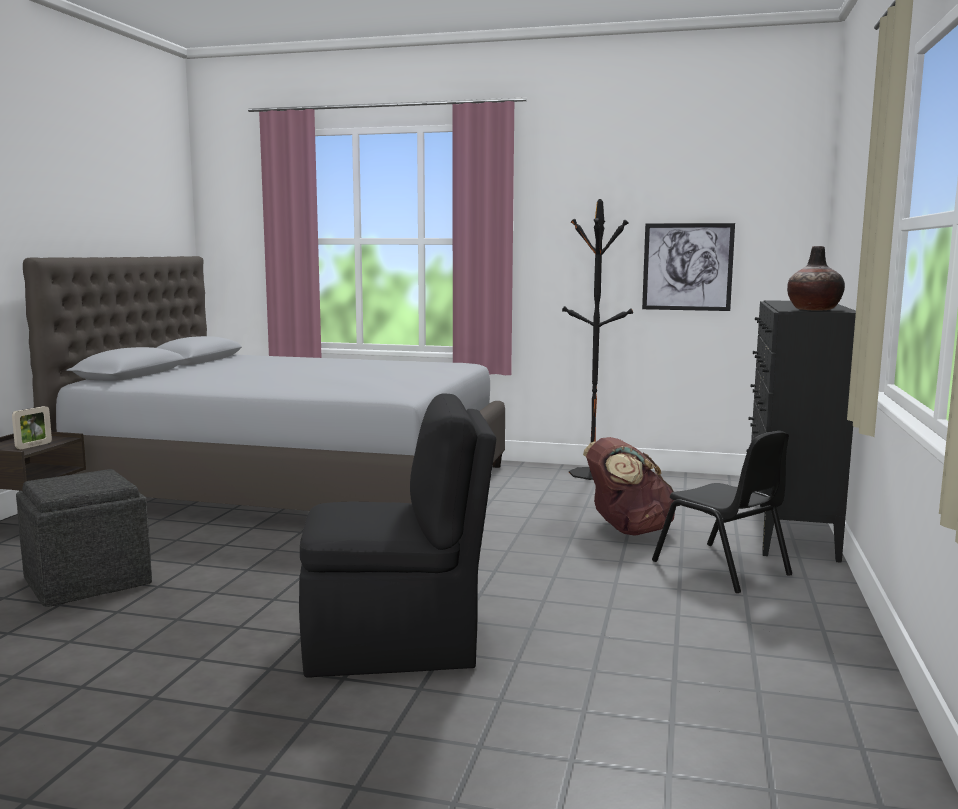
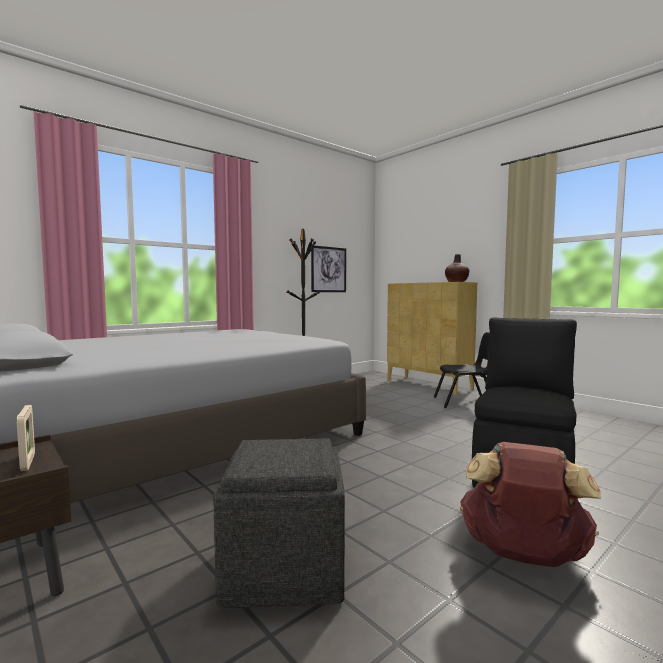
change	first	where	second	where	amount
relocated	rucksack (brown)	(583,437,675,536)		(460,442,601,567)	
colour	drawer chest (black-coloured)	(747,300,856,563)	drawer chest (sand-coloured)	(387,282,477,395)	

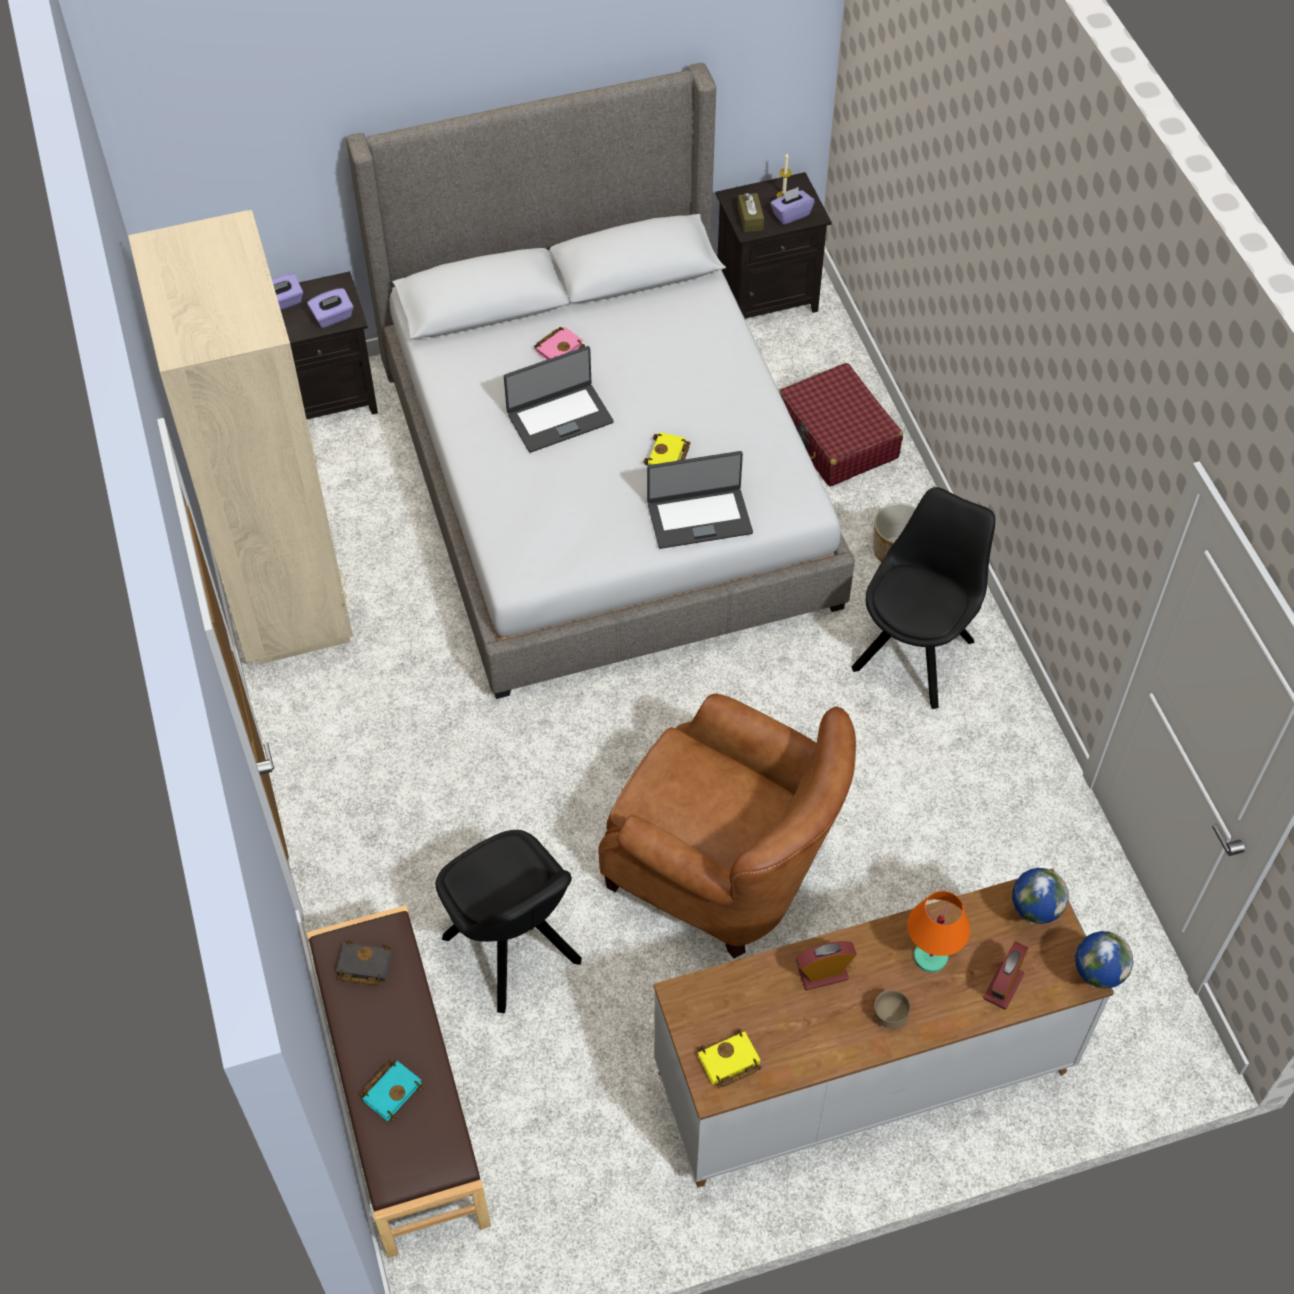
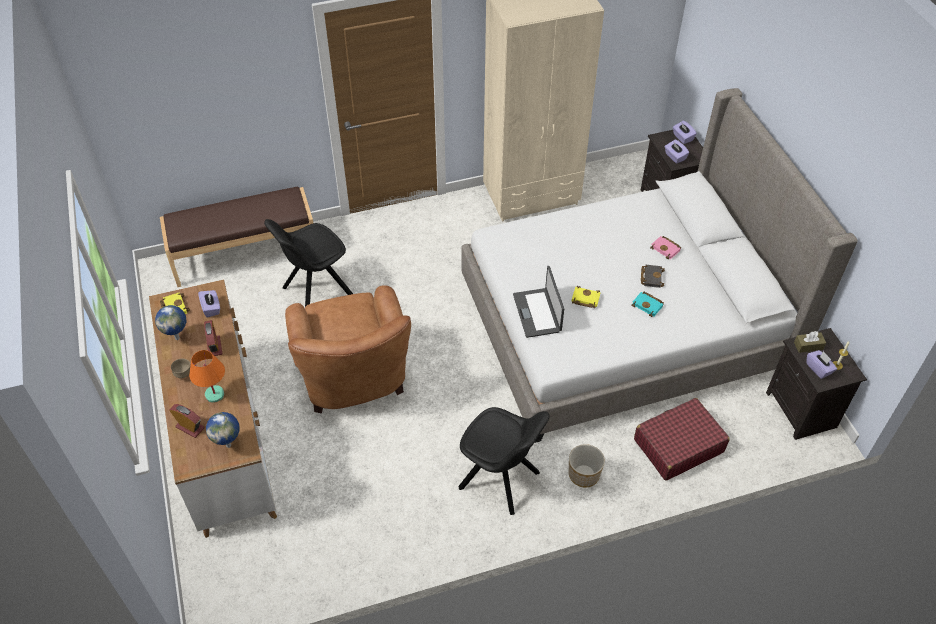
change	first	where	second	where	amount
missing	notebook computer	(504,346,614,453)			
appeared			box of tissues (purple)	(198,290,220,317)	
relocated	bound book (black-coloured)	(336,939,392,986)		(641,265,665,288)	
relocated	bound book (turquoise)	(360,1060,424,1122)		(632,292,664,317)	
relocated	desk globe	(1075,931,1133,989)		(155,305,186,340)	
spun	easy chair (brown)	(598,694,856,959)		(285,285,411,414)	45 degrees counterclockwise

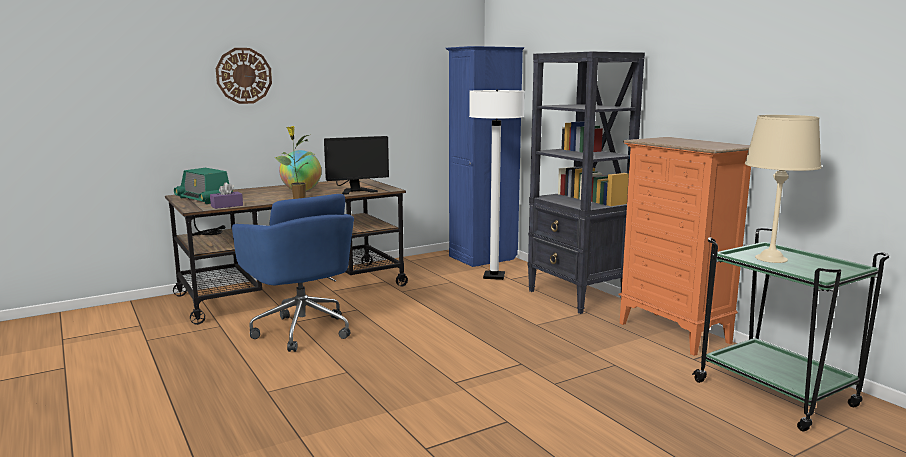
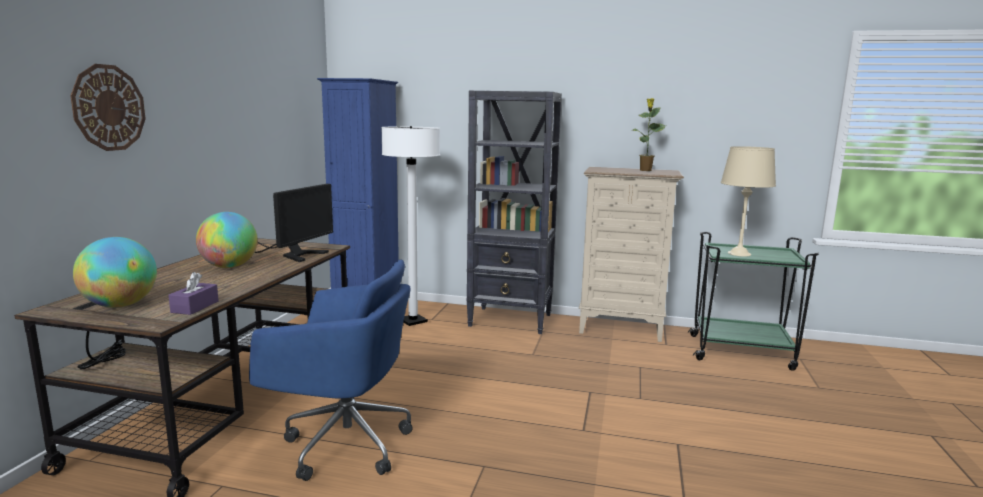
change	first	where	second	where	amount
relocated	plant in a pot	(274,126,314,199)		(632,98,666,171)	
exchanged	radio receiver	(174,168,233,204)	desk globe	(73,237,157,308)	
colour	drawer chest (orangey)	(618,137,751,356)	drawer chest (sand-coloured)	(579,167,684,342)	

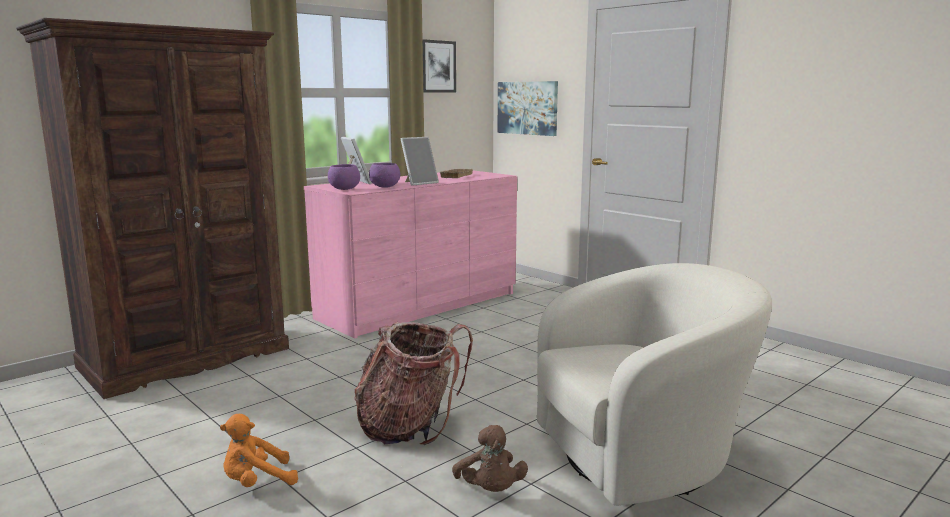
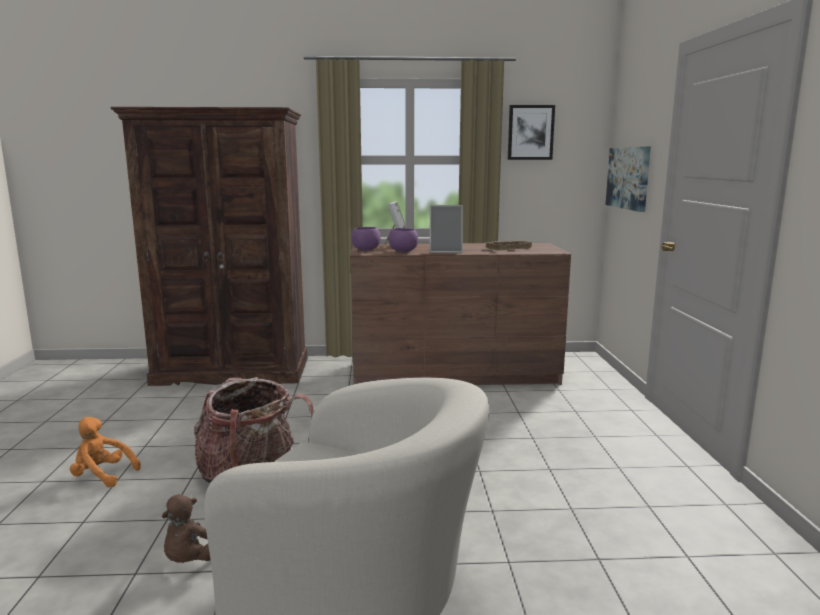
change	first	where	second	where	amount
colour	drawer chest (pinkish)	(304,170,517,338)	drawer chest (brown)	(350,243,572,385)	

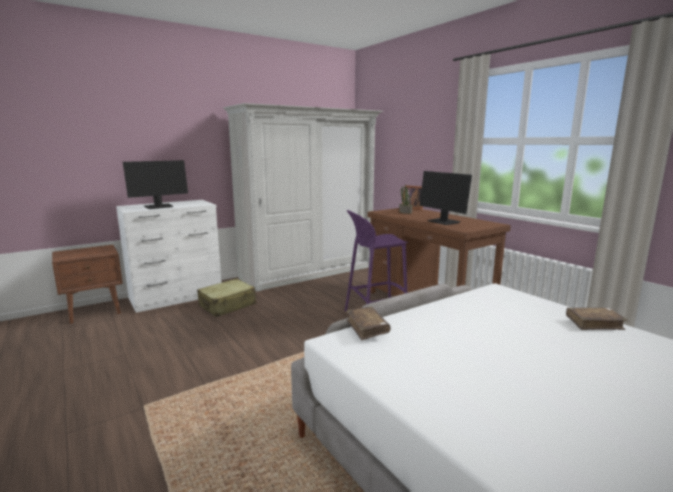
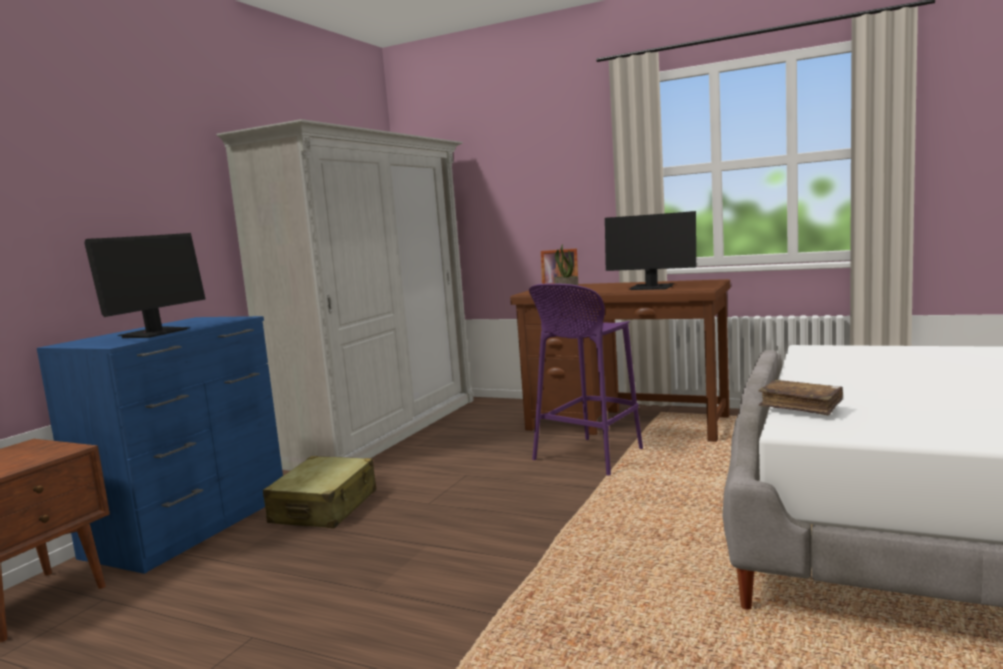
change	first	where	second	where	amount
missing	bound book (brown)	(566,308,628,330)			
colour	drawer chest (whitish)	(116,200,222,313)	drawer chest (blue)	(37,316,283,574)	

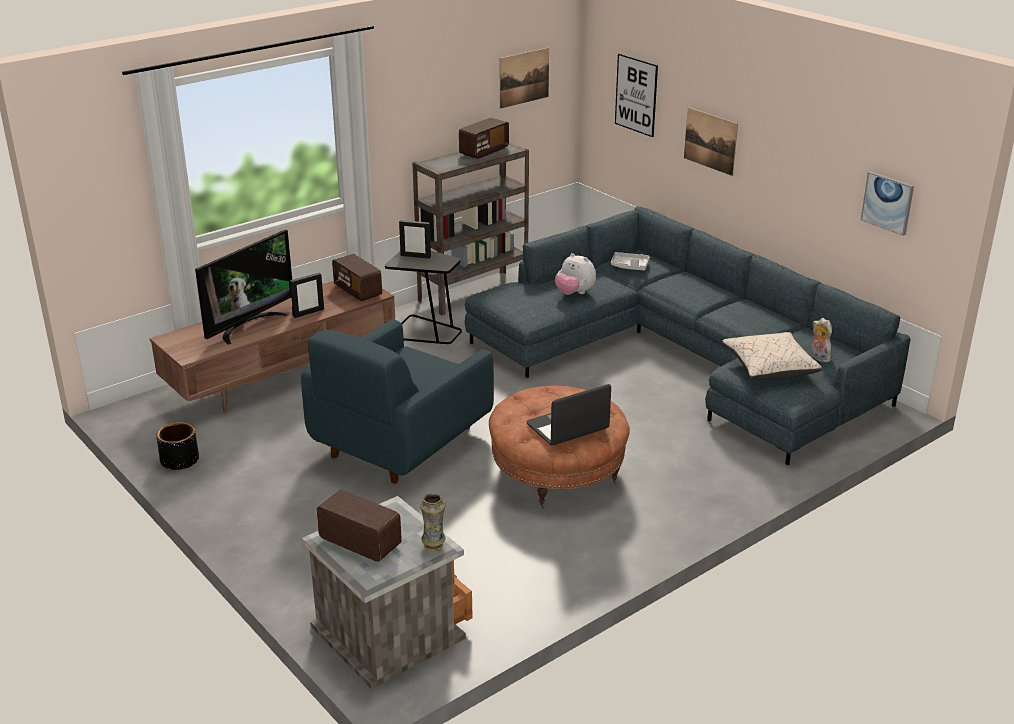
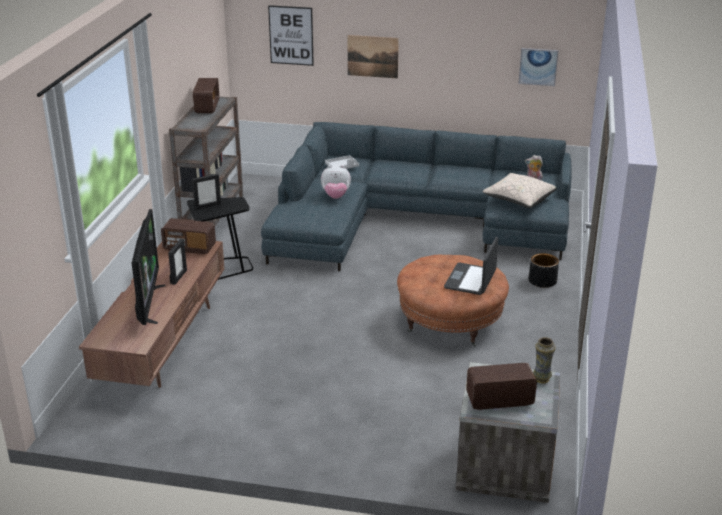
change	first	where	second	where	amount
missing	easy chair (blue)	(301,319,494,484)			
missing	picture	(500,48,549,109)			
relocated	plant pot (black-coloured)	(156,423,199,470)		(529,253,559,288)	

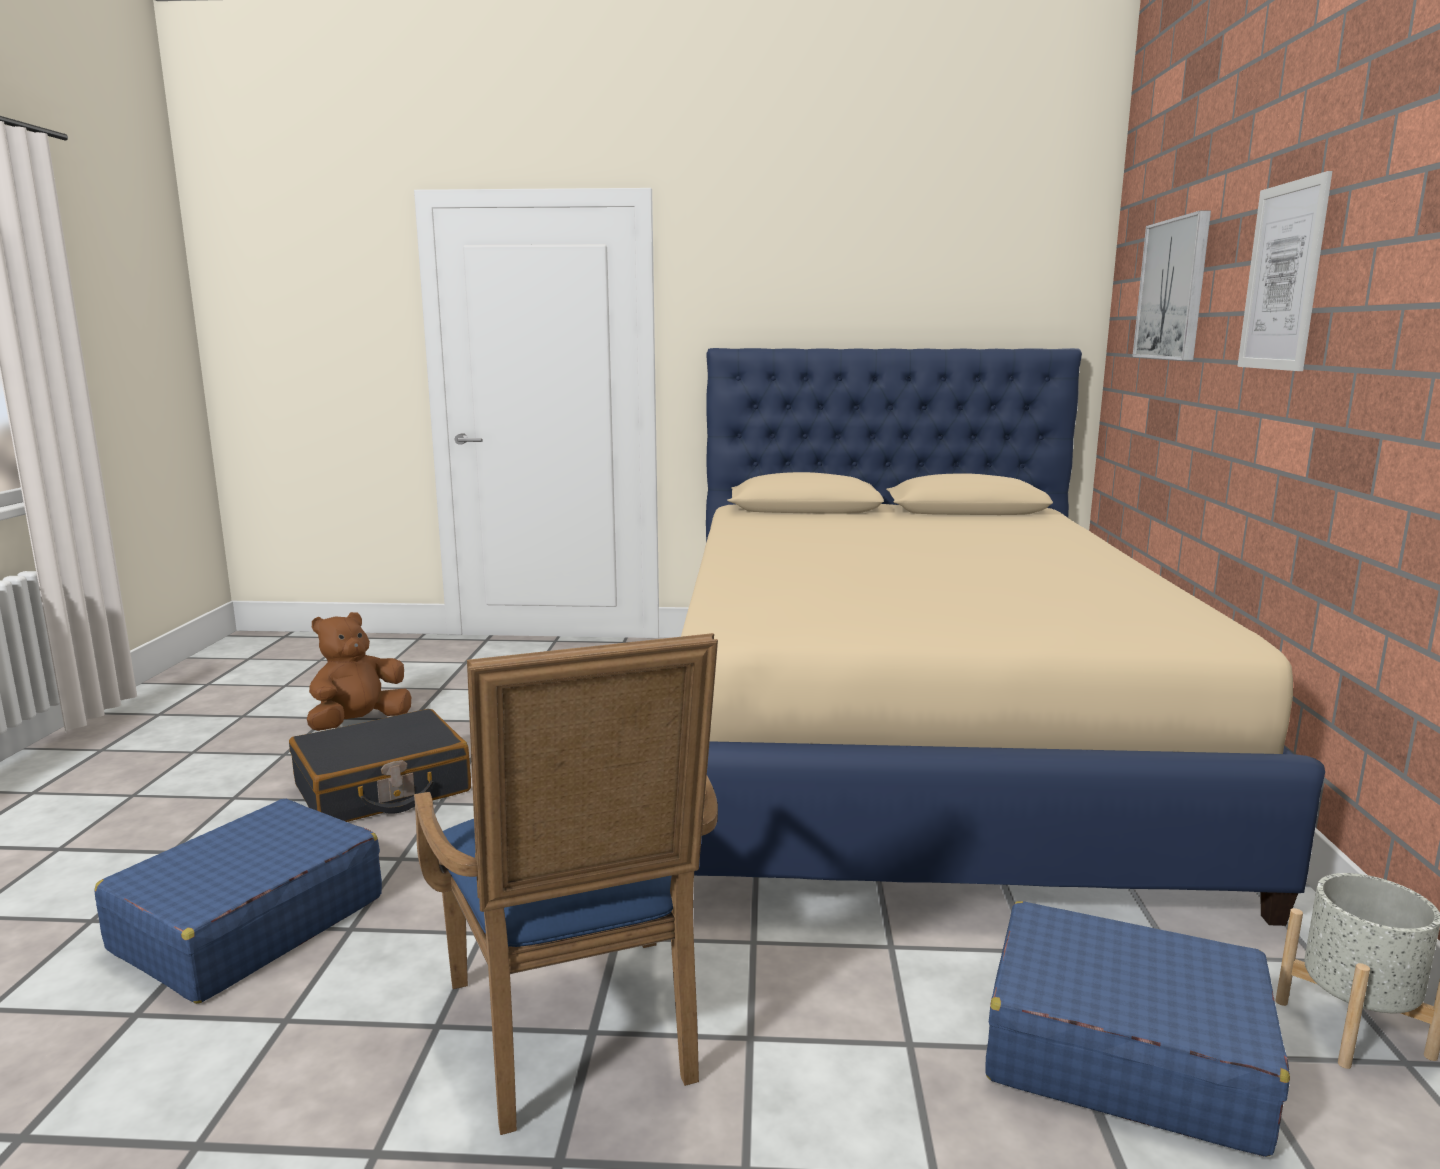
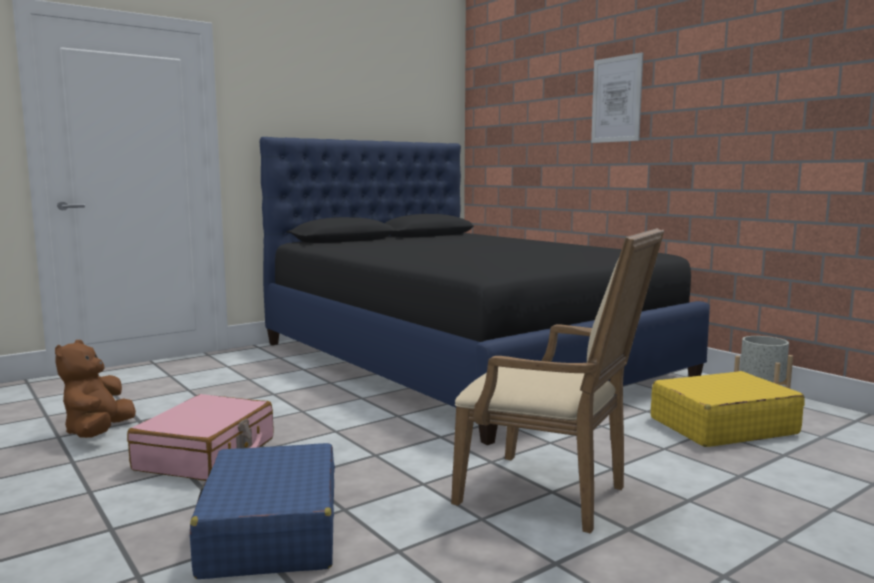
change	first	where	second	where	amount
missing	picture	(1132,210,1211,360)			
colour	piece of luggage (black-coloured)	(289,709,471,822)	piece of luggage (pinkish)	(127,394,273,481)	
colour	easy chair (blue)	(414,633,718,1135)	easy chair (sand-coloured)	(451,228,664,534)	
colour	bedroom bed (sand-coloured)	(681,348,1325,926)	bedroom bed (black-coloured)	(260,137,710,445)	
colour	piece of luggage (blue)	(985,901,1290,1157)	piece of luggage (yellow-coloured)	(651,371,805,447)	

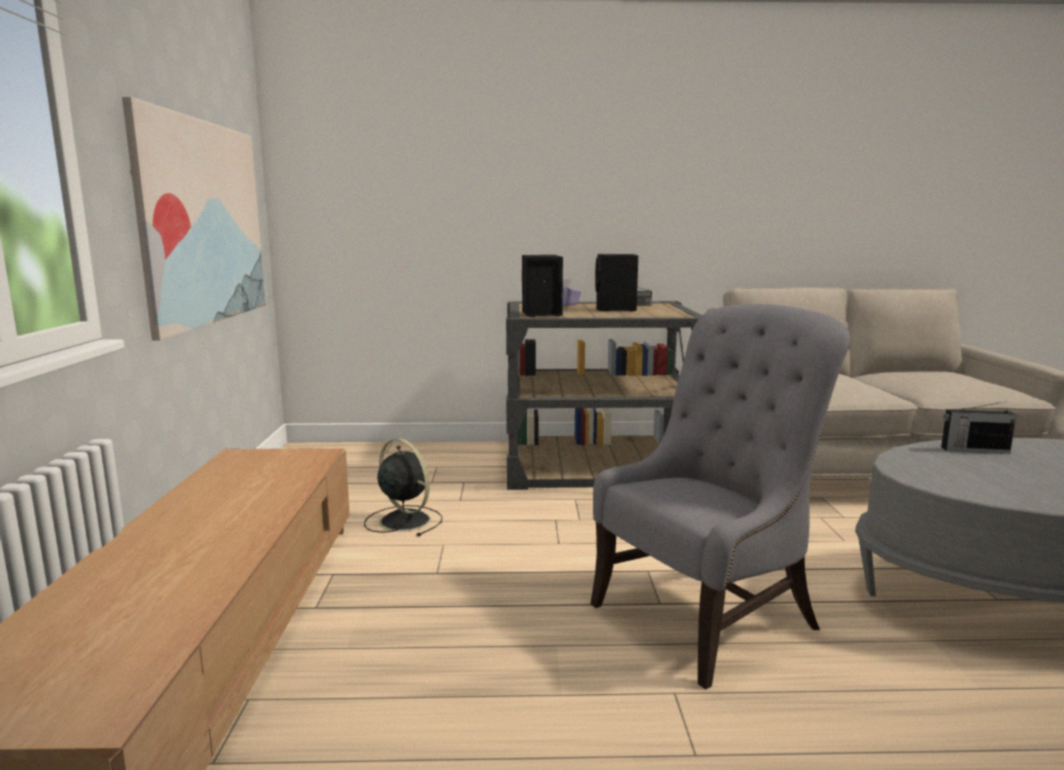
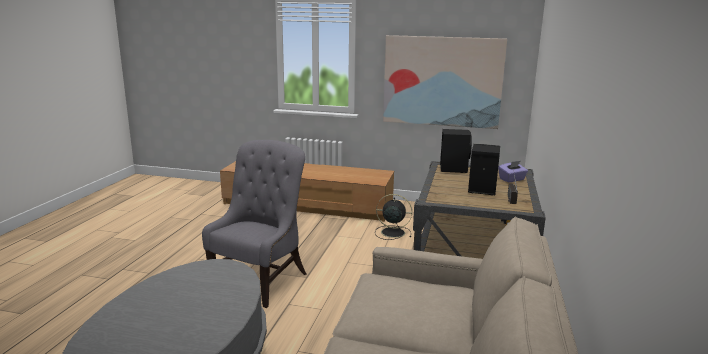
change	first	where	second	where	amount
missing	radio receiver	(941,401,1016,454)			
spun	electric fan (black-coloured)	(364,438,442,536)		(375,194,412,240)	135 degrees counterclockwise
spun	easy chair (grey)	(590,304,850,689)		(202,140,307,308)	135 degrees counterclockwise

